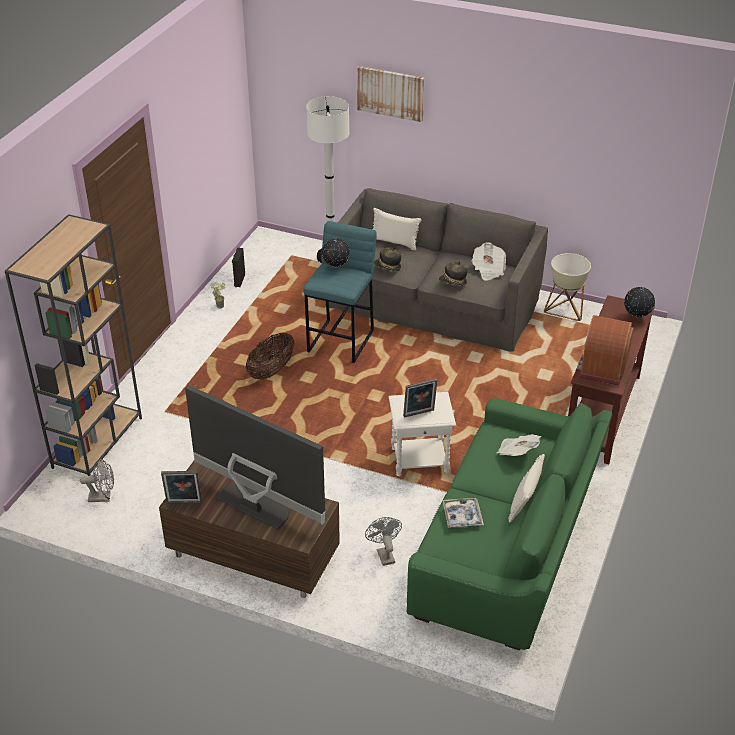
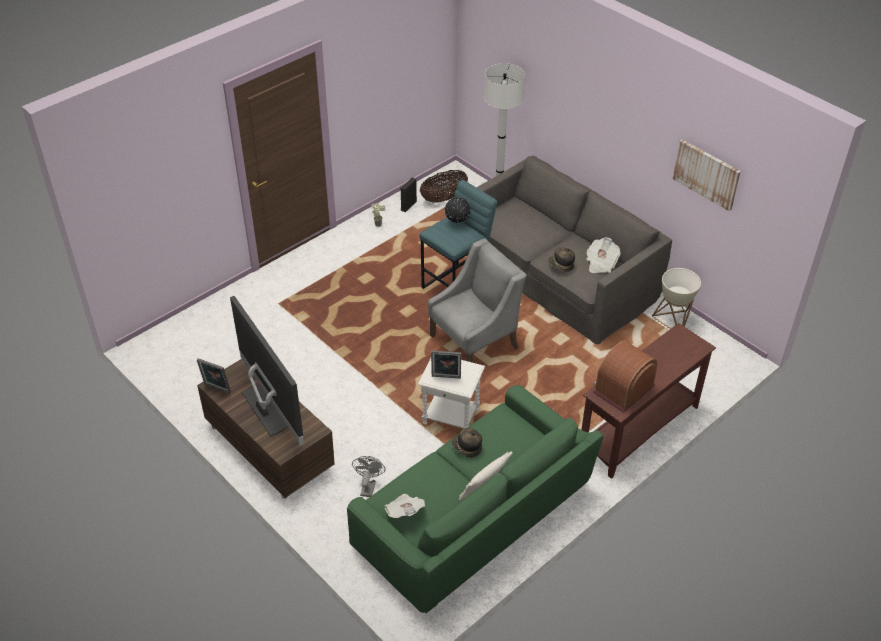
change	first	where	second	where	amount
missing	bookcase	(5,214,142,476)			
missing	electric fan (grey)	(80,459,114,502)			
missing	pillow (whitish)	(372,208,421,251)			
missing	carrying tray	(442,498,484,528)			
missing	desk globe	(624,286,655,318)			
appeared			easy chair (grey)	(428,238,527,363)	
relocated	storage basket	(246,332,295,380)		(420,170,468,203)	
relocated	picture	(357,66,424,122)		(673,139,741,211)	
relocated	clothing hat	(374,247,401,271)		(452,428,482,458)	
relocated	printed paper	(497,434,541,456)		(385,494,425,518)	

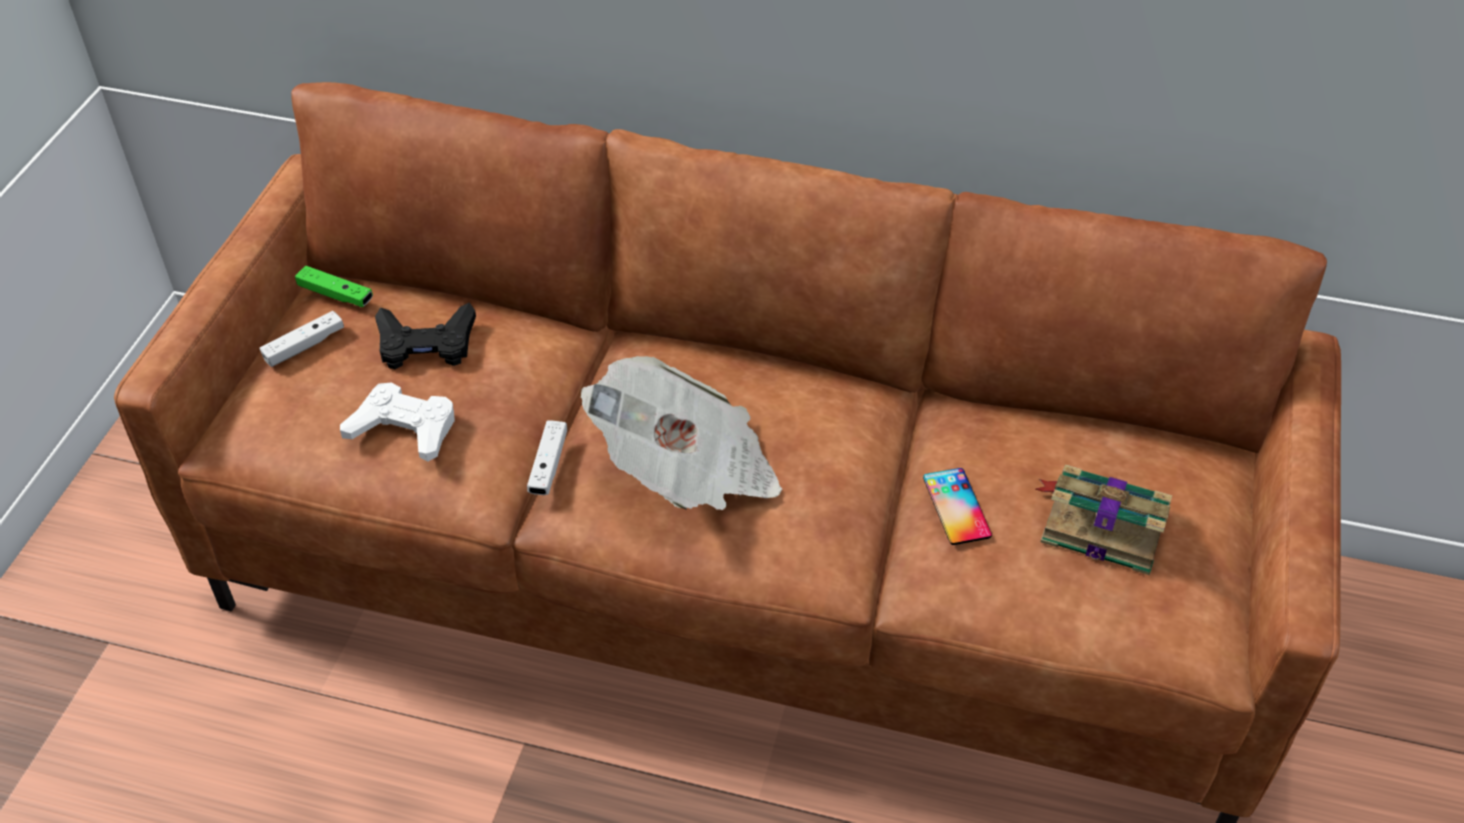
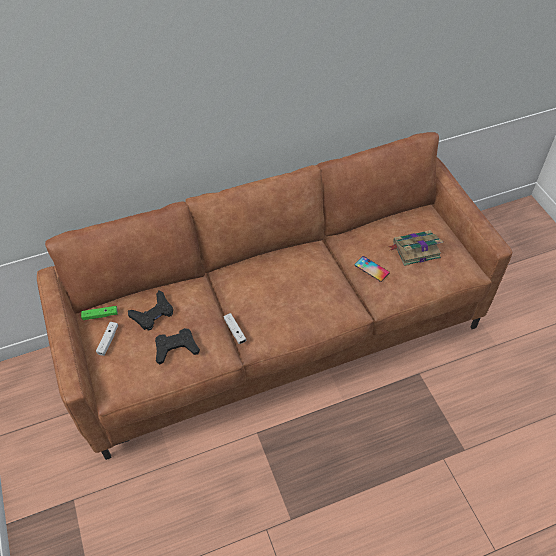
change	first	where	second	where	amount
missing	printed paper	(581,356,782,510)			
colour	gamepad (whitish)	(340,383,455,462)	gamepad (black-coloured)	(155,328,200,365)	

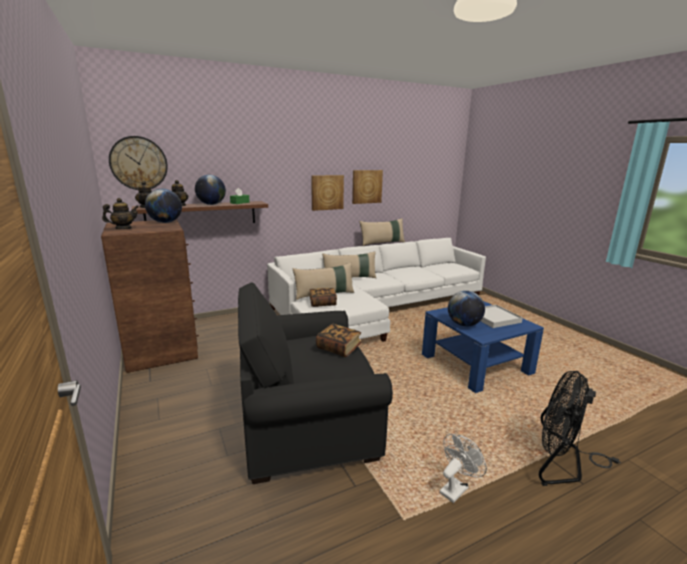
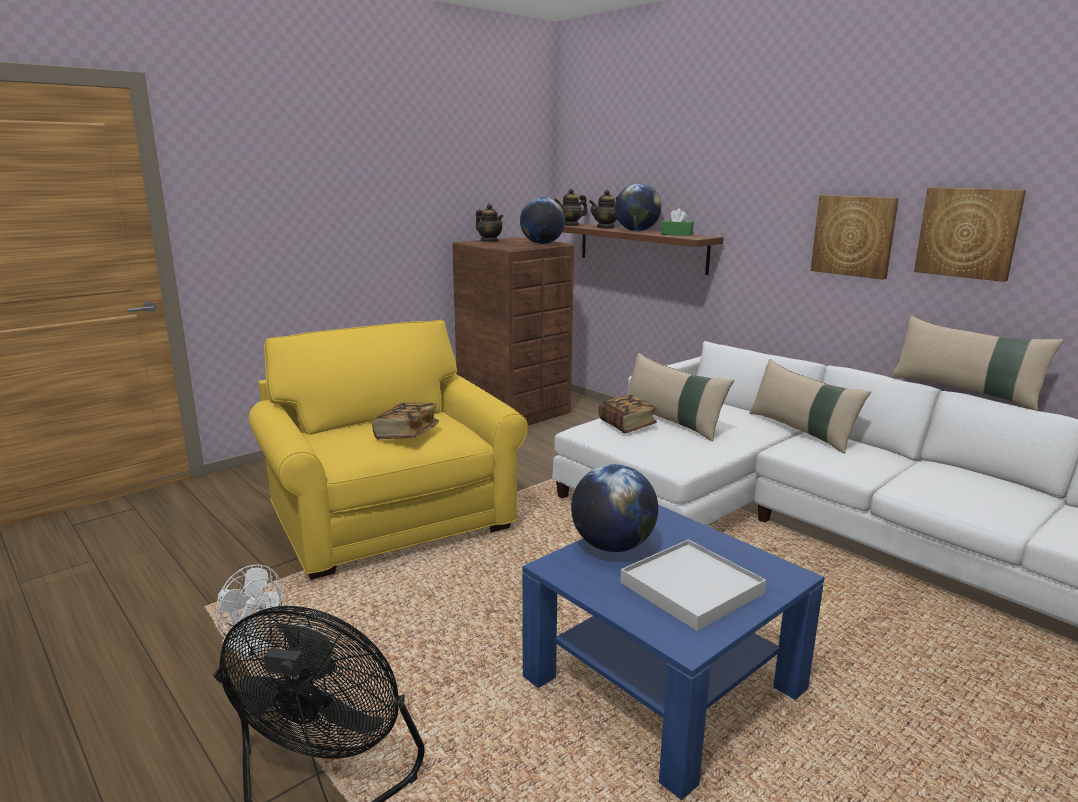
change	first	where	second	where	amount
missing	hanging clock	(109,136,168,190)			
colour	easy chair (black-coloured)	(238,282,393,484)	easy chair (yellow-coloured)	(249,320,528,580)	

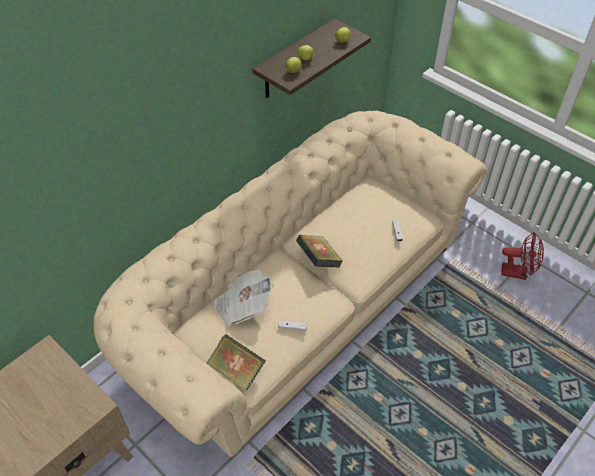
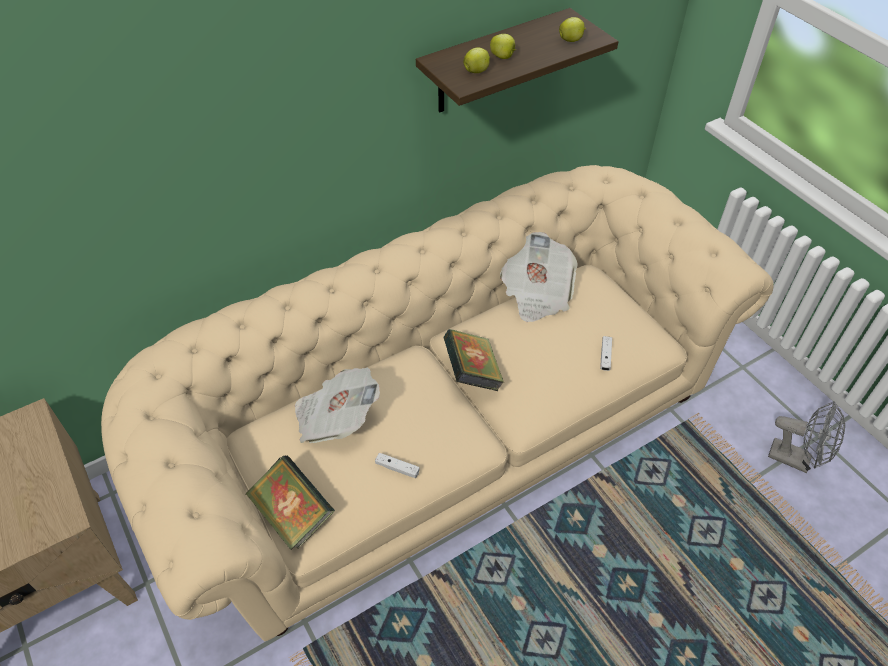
change	first	where	second	where	amount
appeared			printed paper	(500,232,578,322)	
colour	electric fan (red-coloured)	(501,232,544,280)	electric fan (grey)	(768,401,845,473)	

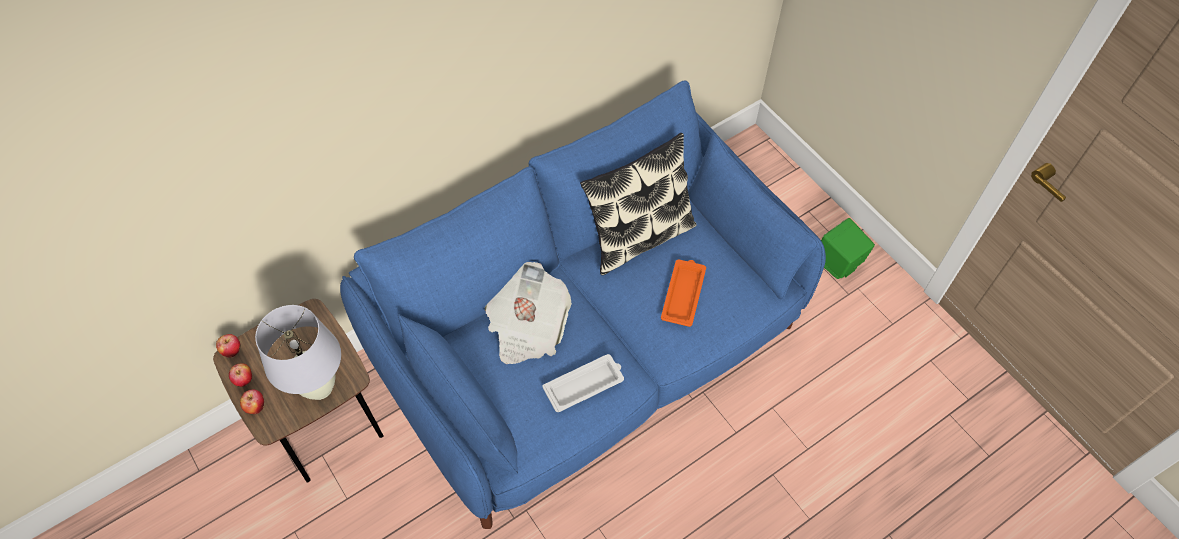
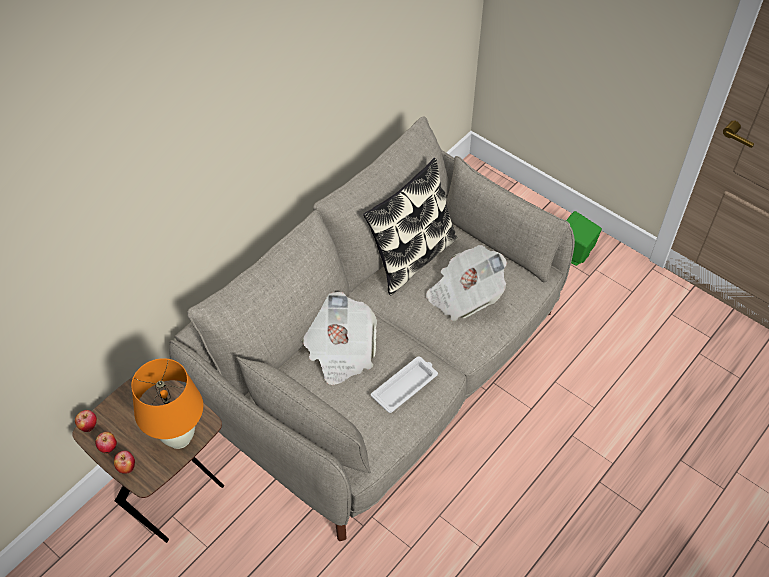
change	first	where	second	where	amount
exchanged	carrying tray (orangey)	(661,259,706,327)	printed paper	(426,245,507,322)	
colour	tabletop lamp (whitish)	(255,305,341,400)	tabletop lamp (orangey)	(131,358,203,449)	
colour	sofa (blue)	(340,80,826,529)	sofa (sand-coloured)	(169,116,575,541)	

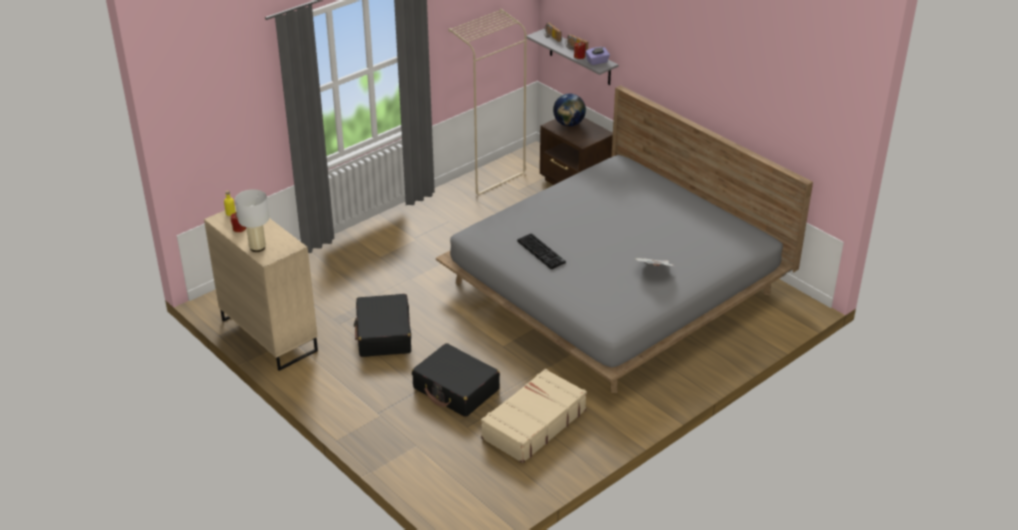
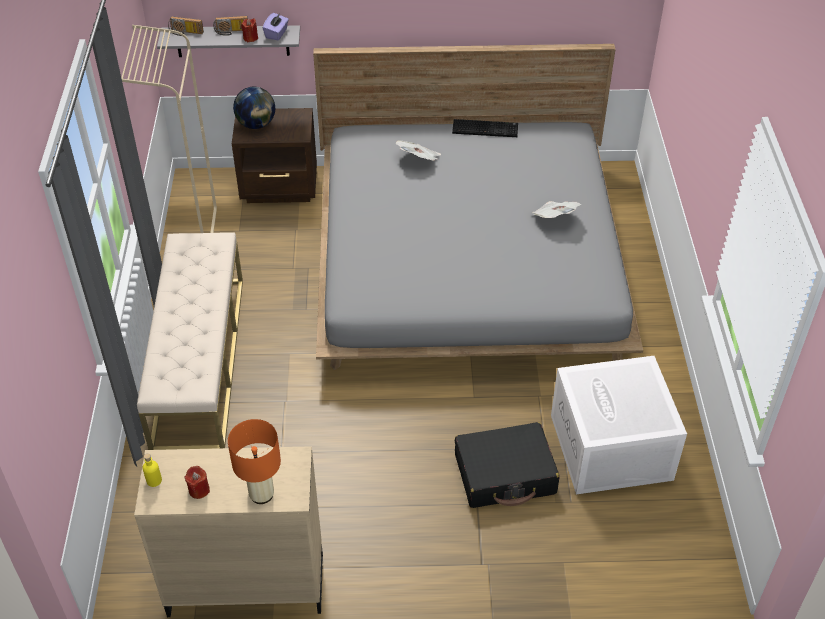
change	first	where	second	where	amount
missing	piece of luggage (black-coloured)	(354,294,411,357)			
appeared			long seat (sand-coloured)	(137,232,243,450)	
appeared			printed paper	(396,140,441,161)	
relocated	keyboard	(517,233,566,270)		(452,119,518,137)	
exchanged	piece of luggage (sand-coloured)	(481,369,587,463)	storage container (whitish)	(551,356,687,495)	
colour	tabletop lamp (whitish)	(235,189,269,252)	tabletop lamp (orangey)	(228,419,281,504)	

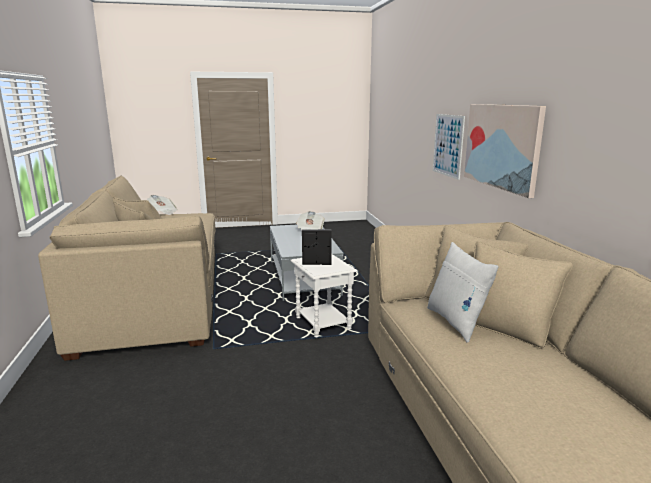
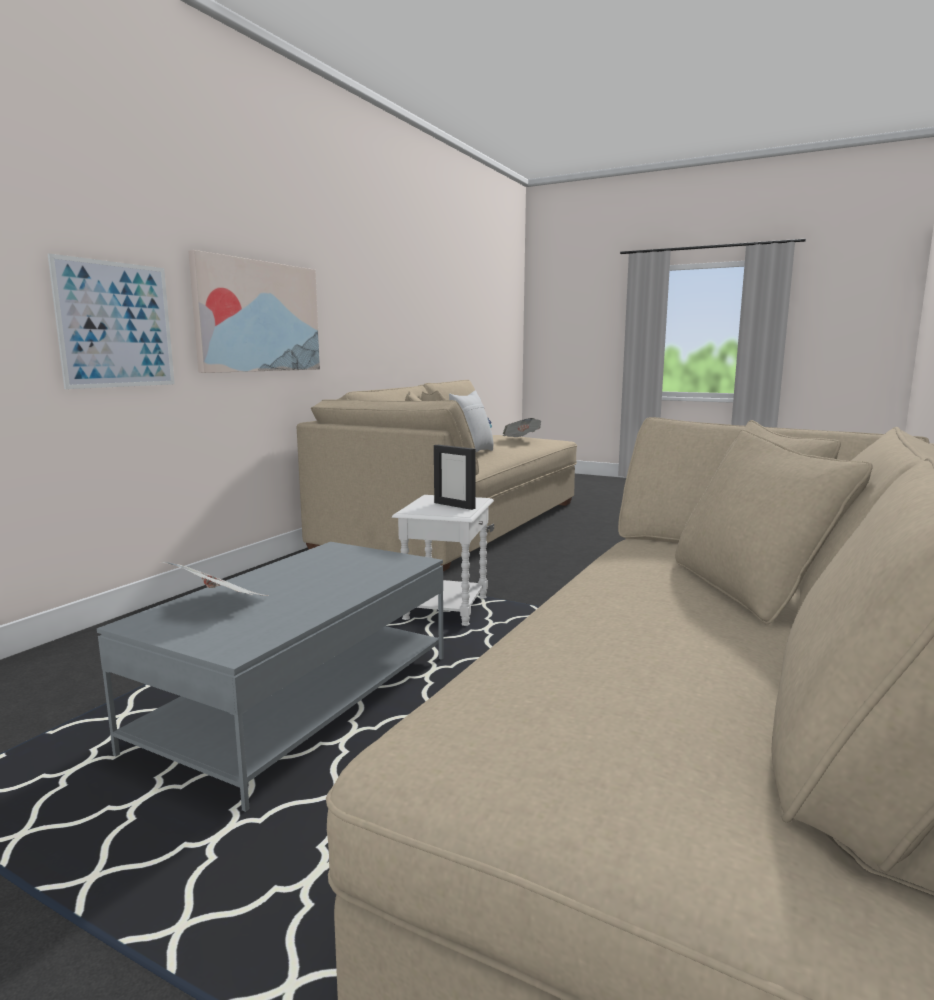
change	first	where	second	where	amount
relocated	printed paper	(147,195,178,215)		(503,418,541,437)	

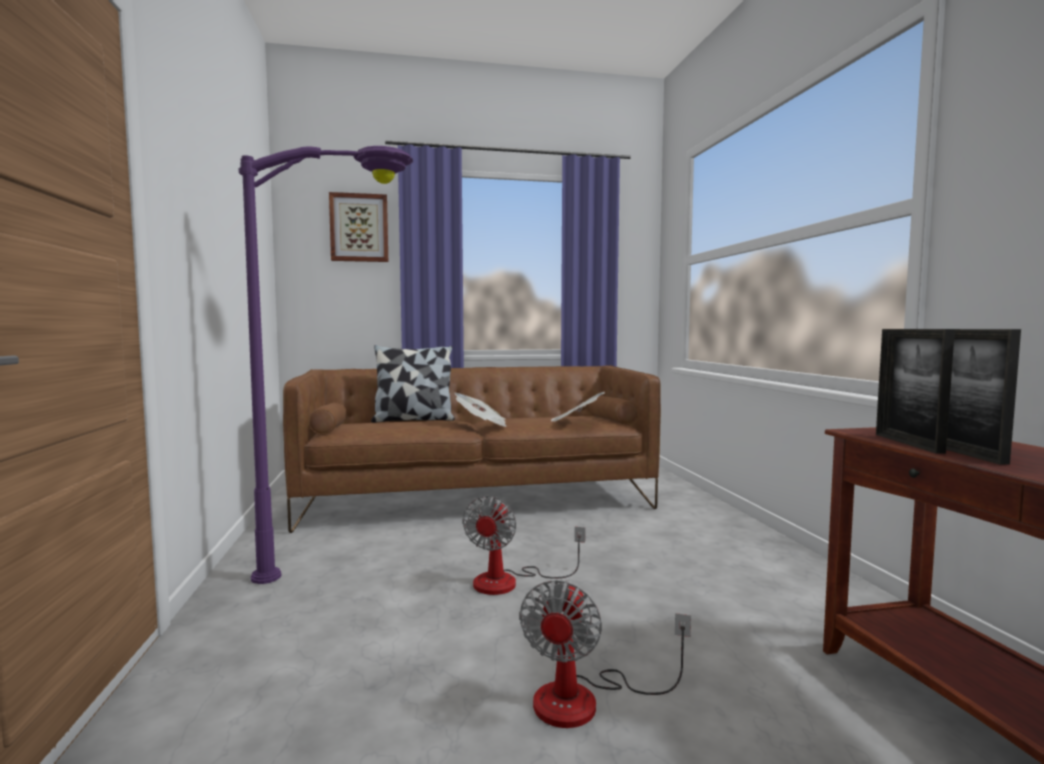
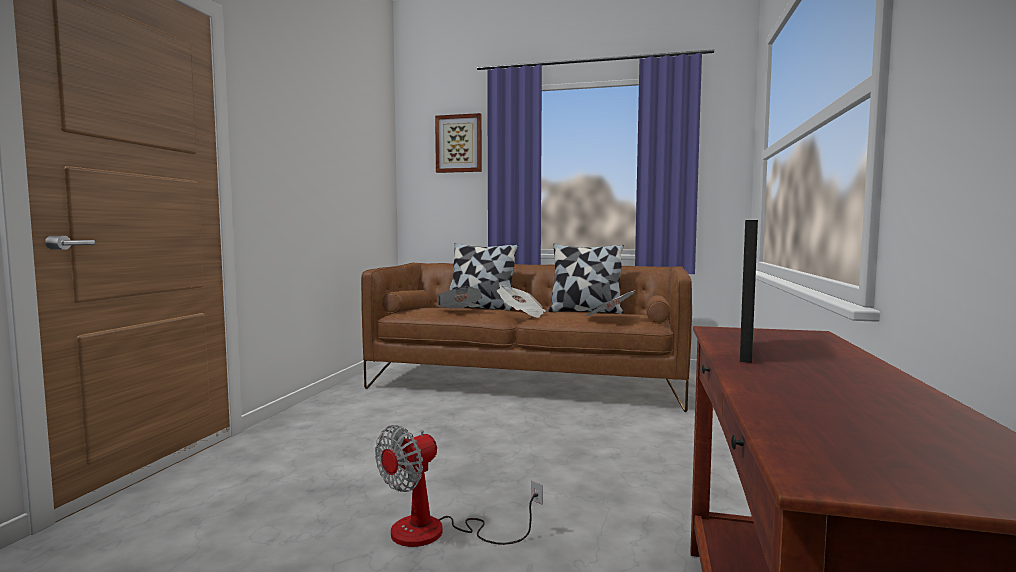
change	first	where	second	where	amount
missing	standard lamp (purple)	(238,146,413,584)			
missing	electric fan	(462,496,585,595)			
missing	standing frame	(876,329,955,454)			
appeared			printed paper	(437,286,482,309)	
appeared			pillow	(548,243,624,314)	

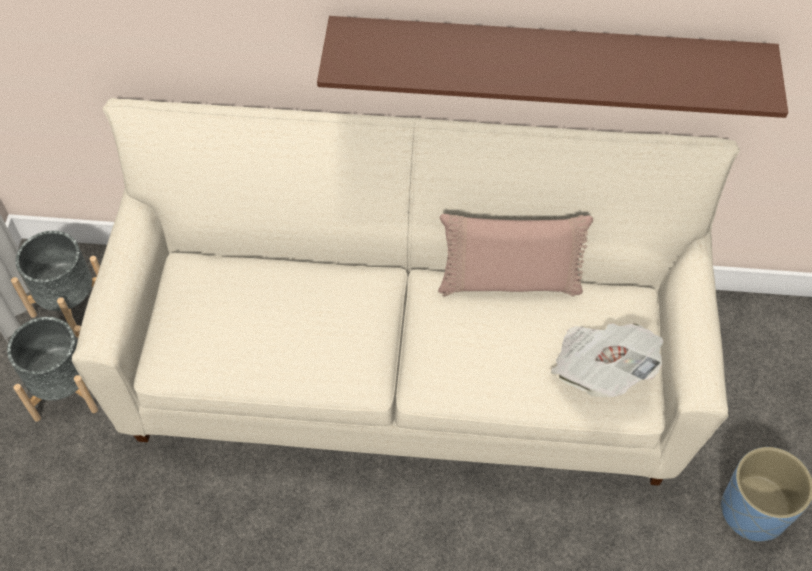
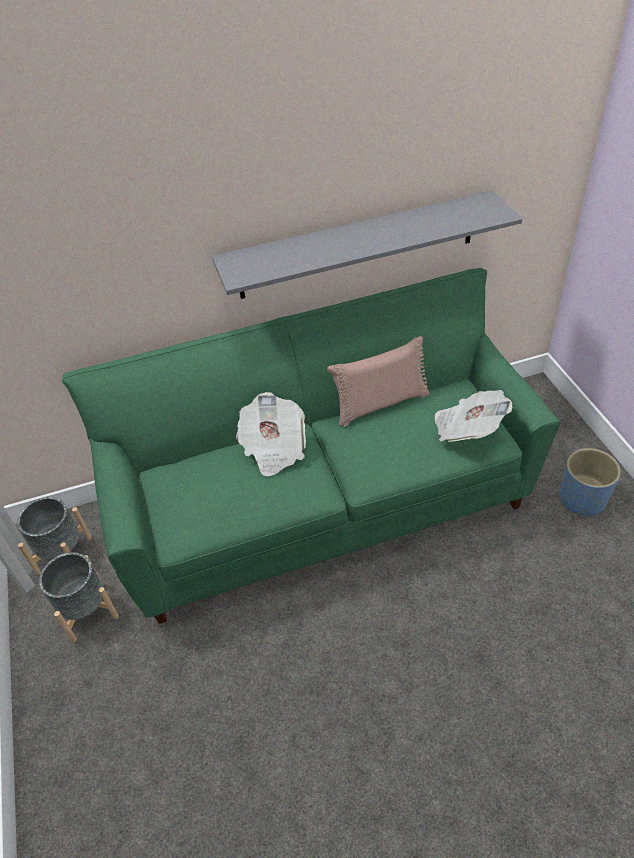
change	first	where	second	where	amount
appeared			printed paper	(236,392,306,477)	
colour	sofa (sand-coloured)	(72,98,740,486)	sofa (green)	(62,268,560,624)	
colour	shelf (brown)	(317,16,788,118)	shelf (grey)	(212,190,522,299)	

